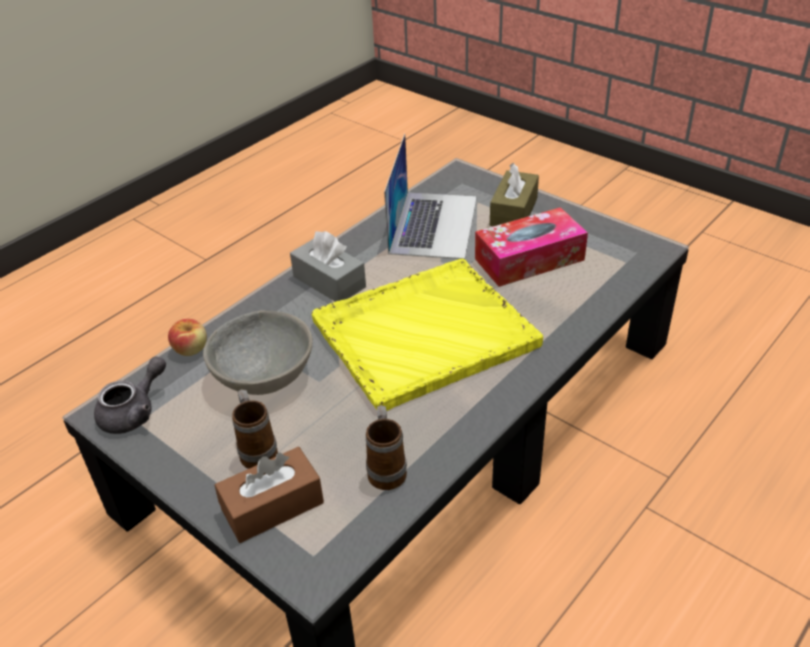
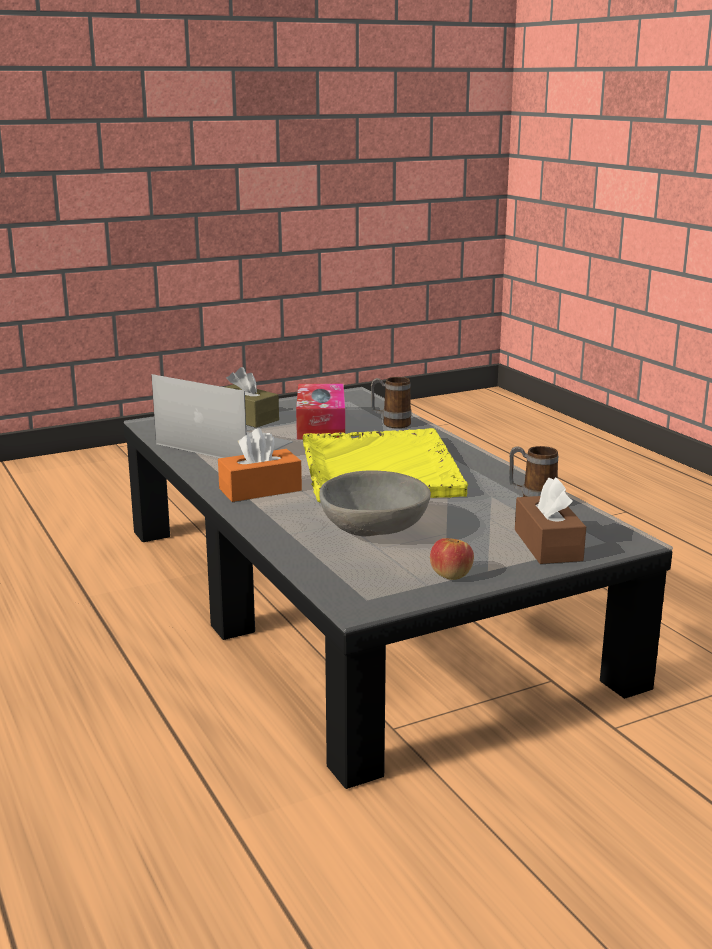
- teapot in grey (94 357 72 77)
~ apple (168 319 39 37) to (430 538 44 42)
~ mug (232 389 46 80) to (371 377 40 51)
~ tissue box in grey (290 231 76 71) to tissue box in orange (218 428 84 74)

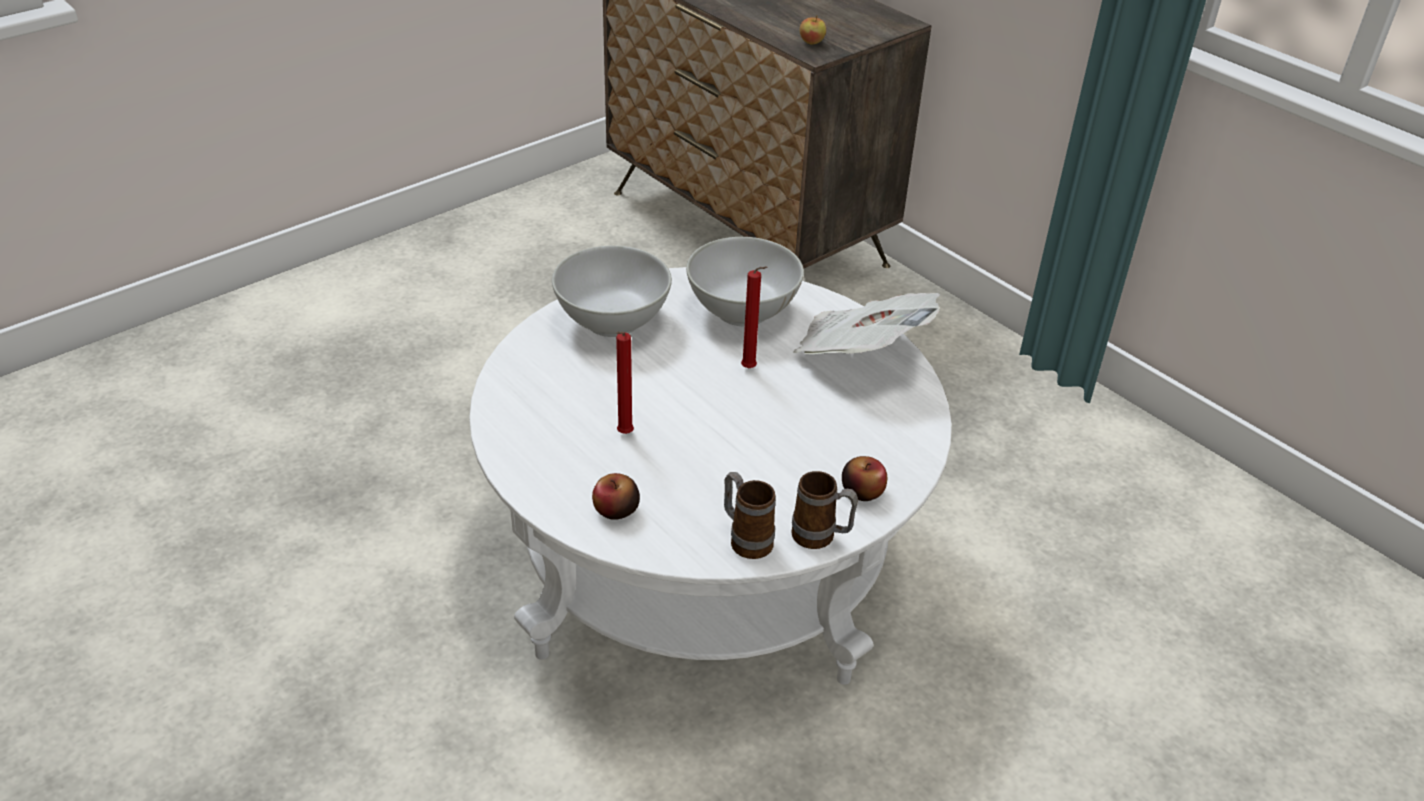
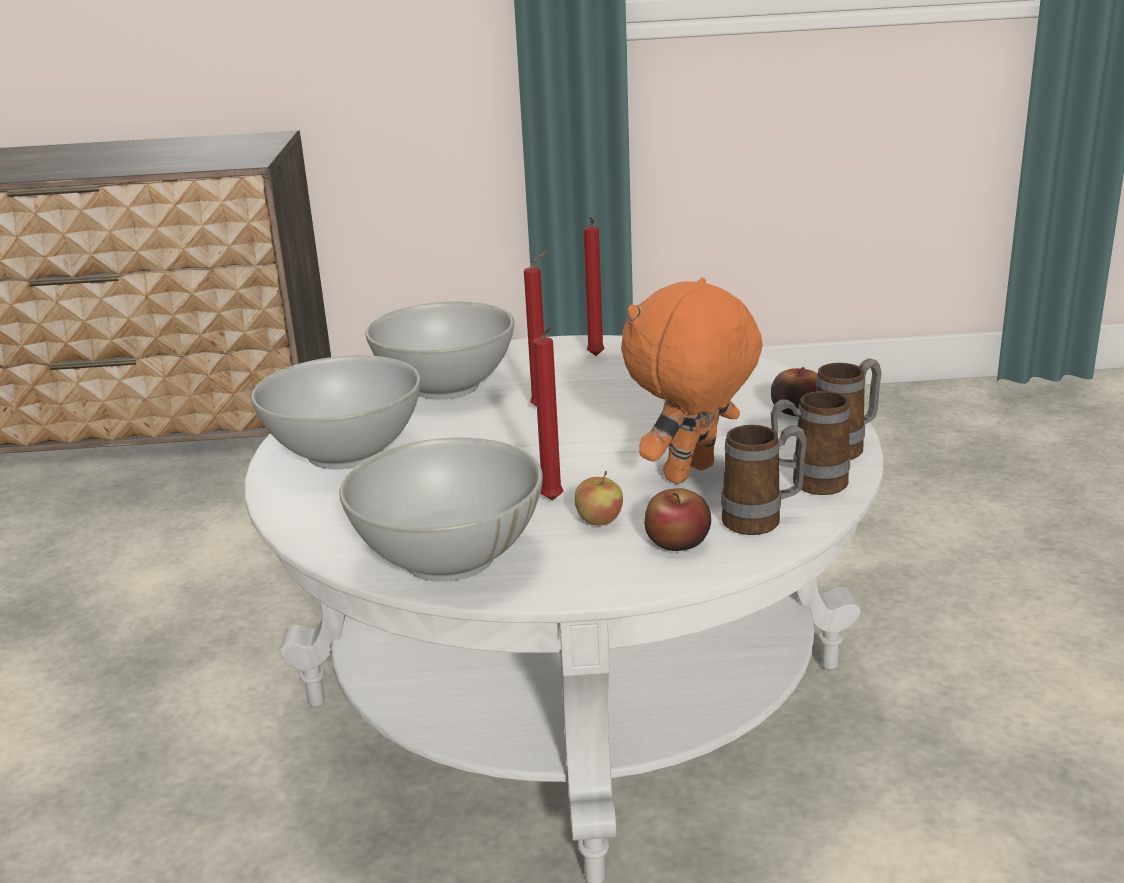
+ bowl in white (339 437 204 145)
+ plush toy in orange (621 278 142 206)
+ mug (721 425 86 110)
~ apple (800 15 26 30) to (574 471 49 54)
~ newspaper (793 293 147 61) to candle in red (583 217 22 139)

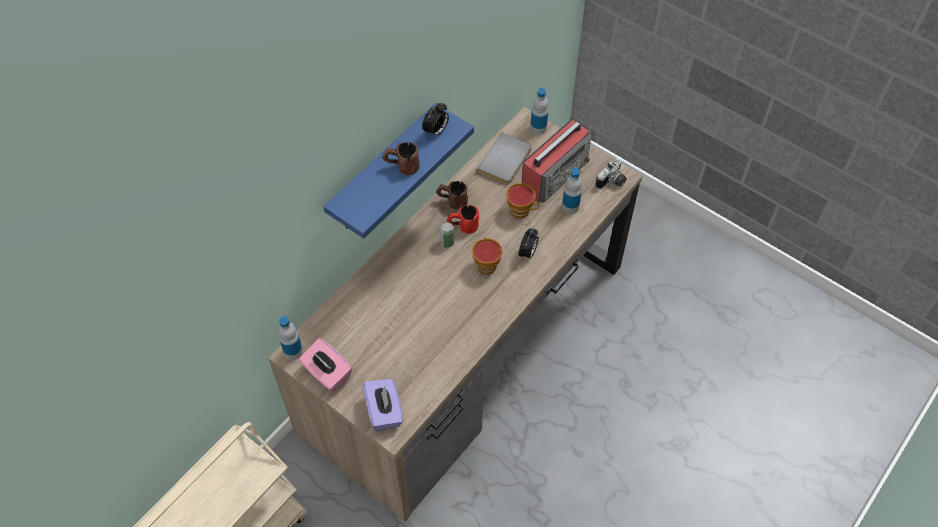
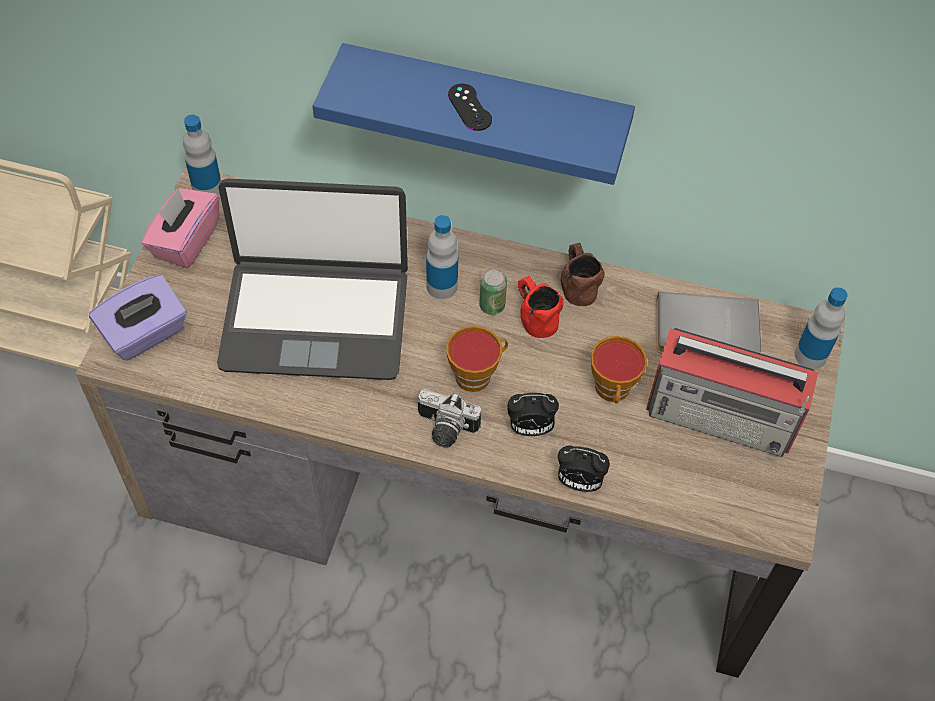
+ laptop (217 178 191 202)
~ alarm clock (422 103 27 35) to (558 445 52 47)
~ bottle (562 168 20 46) to (426 215 32 84)
~ photo camera (595 158 32 31) to (418 389 63 59)
~ mug in brown (382 142 38 33) to game controller in black (448 84 44 47)

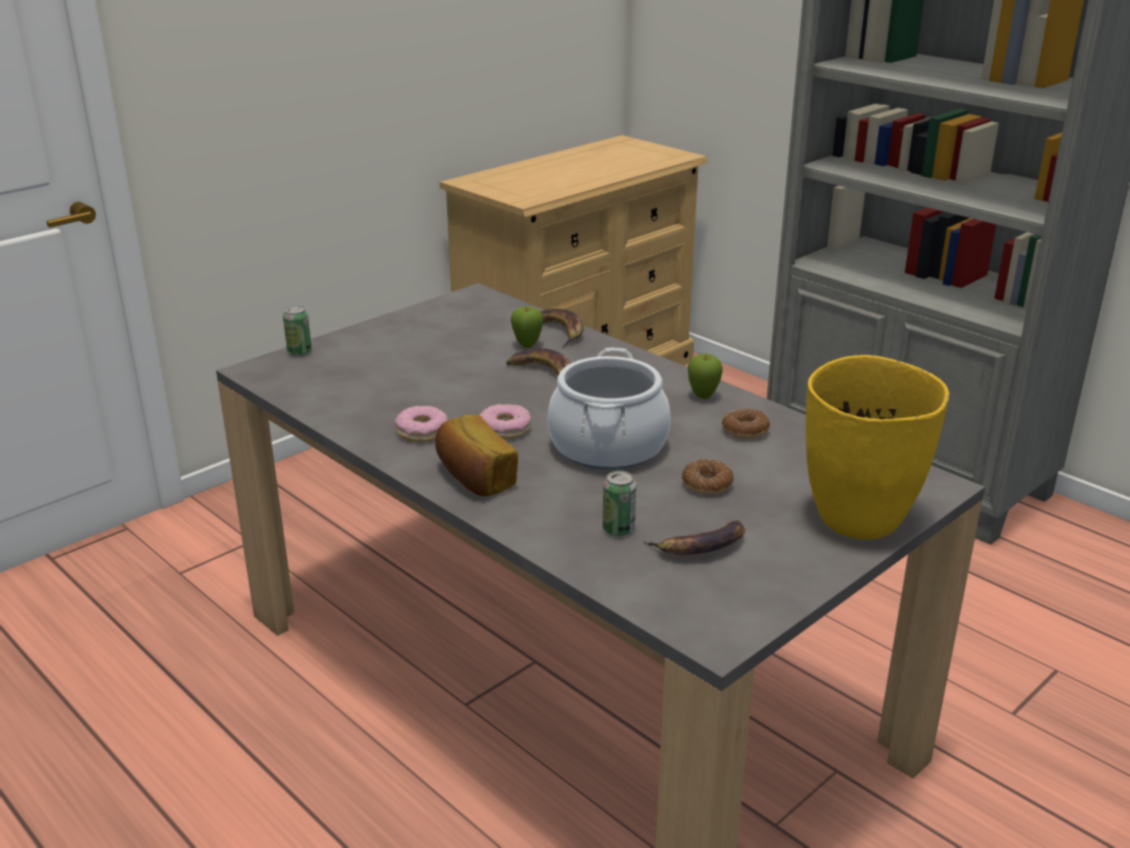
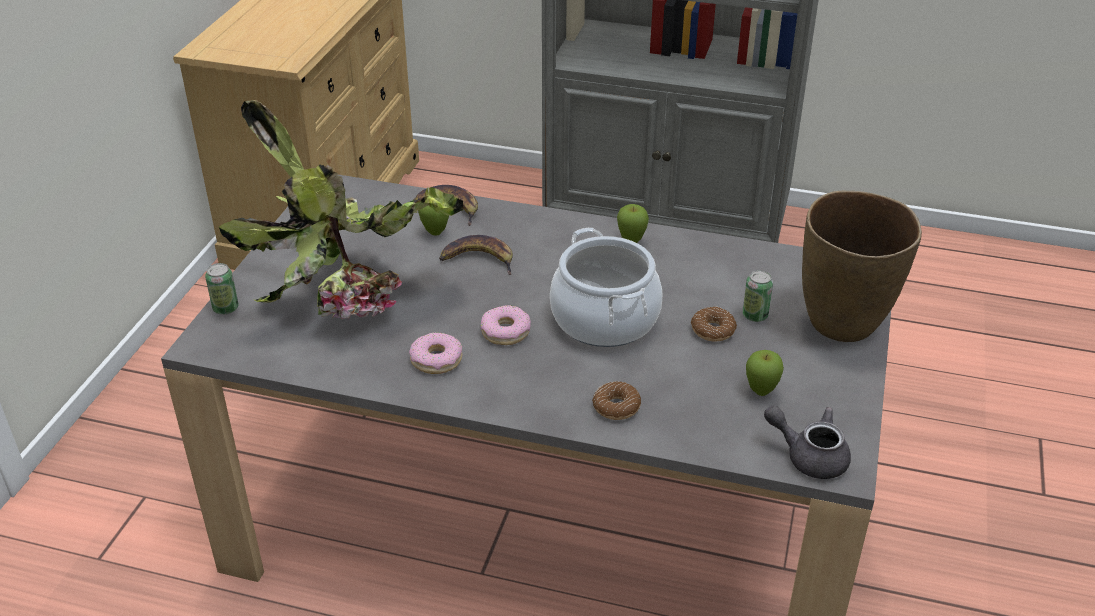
- bread (435 415 83 82)
+ potted plant (219 100 244 220)
+ teapot in grey (764 405 87 74)
~ can (603 471 33 66) to (742 270 31 52)
~ donut (722 408 48 31) to (592 381 49 39)
~ banana (643 520 102 35) to apple (746 350 38 46)
~ vase in yellow (806 355 143 185) to vase in brown (802 191 120 151)

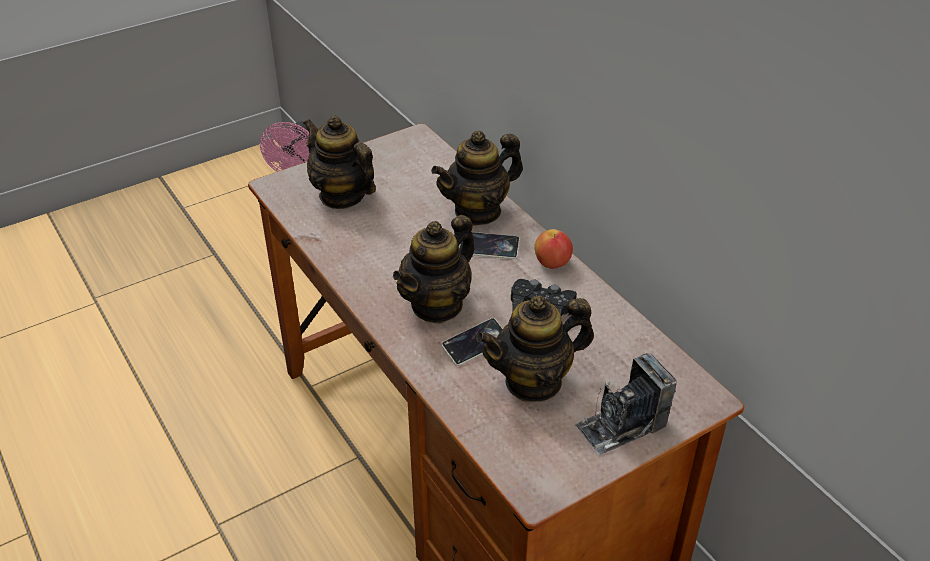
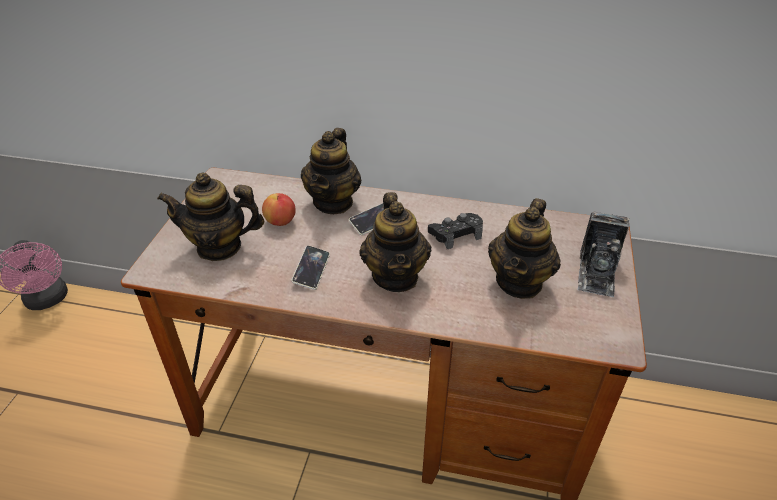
~ phone (441 318 62 48) to (291 246 39 44)
~ apple (534 229 39 40) to (262 193 34 33)

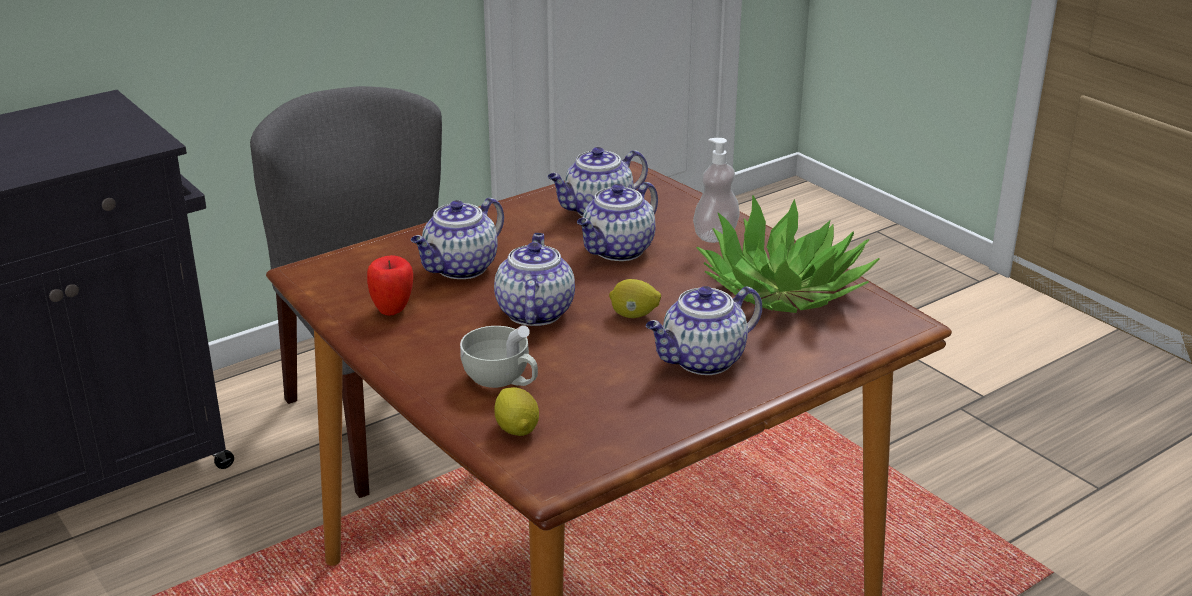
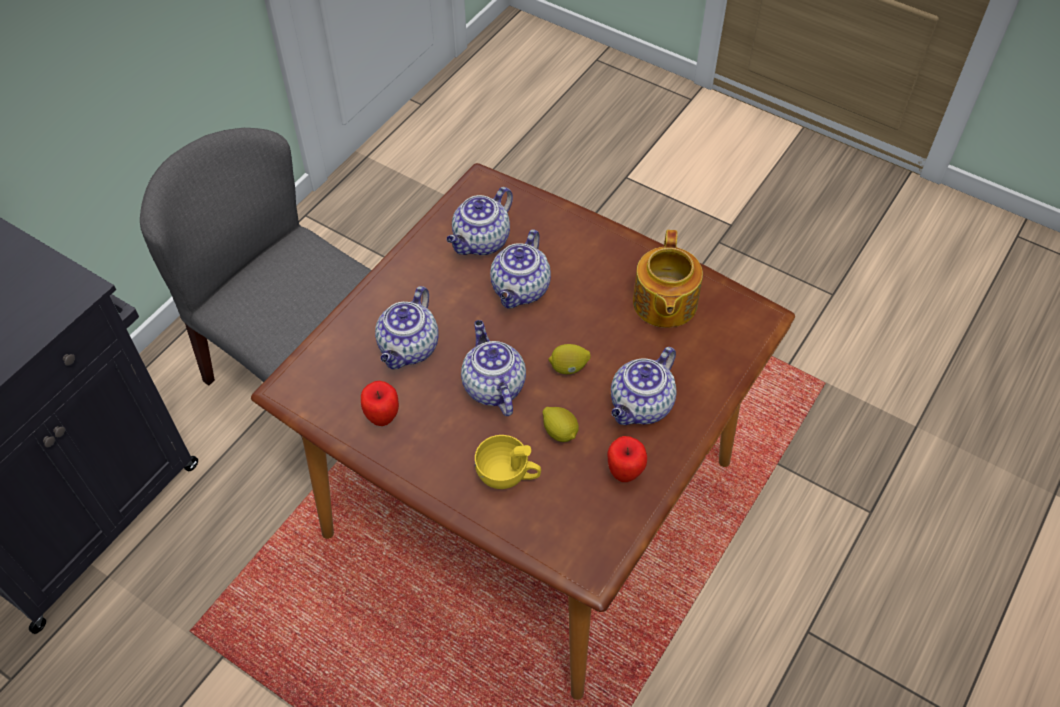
- soap dispenser (693 138 47 105)
+ apple (607 436 40 46)
~ lemon (494 387 45 49) to (543 407 36 35)
~ potted plant (696 195 184 118) to teapot (633 230 70 98)
~ cup in white (460 325 78 63) to cup in yellow (475 435 66 54)

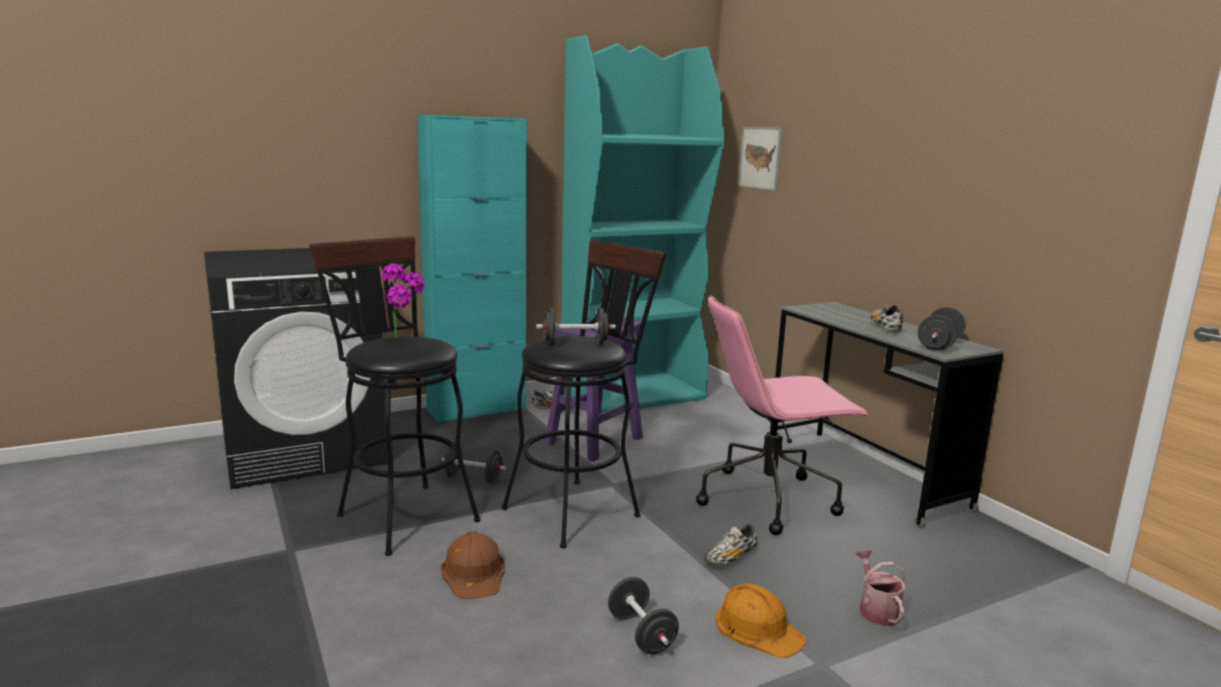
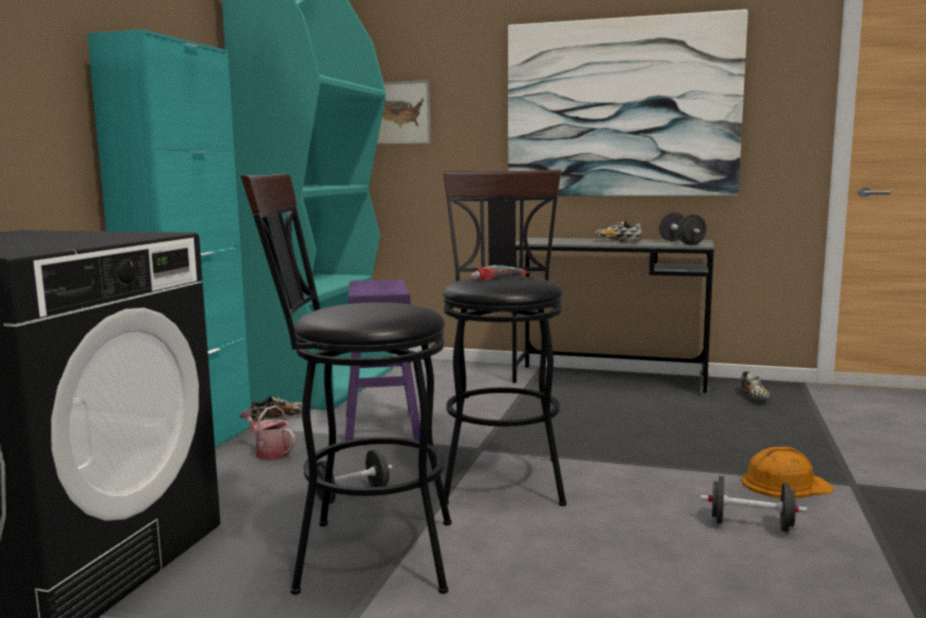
- potted plant (381 263 44 75)
- hard hat in brown (441 531 64 68)
- office chair in pink (696 295 173 240)
+ picture (508 9 240 187)
~ shoe (704 524 54 40) to (741 371 29 29)
~ watering can (856 550 50 76) to (239 405 56 55)
~ dumbbell in black (536 308 80 37) to power drill (471 265 73 15)

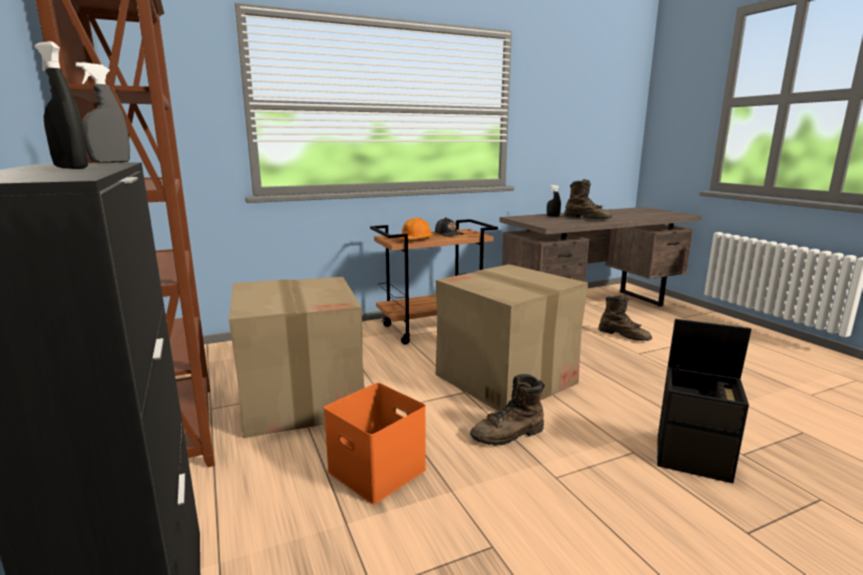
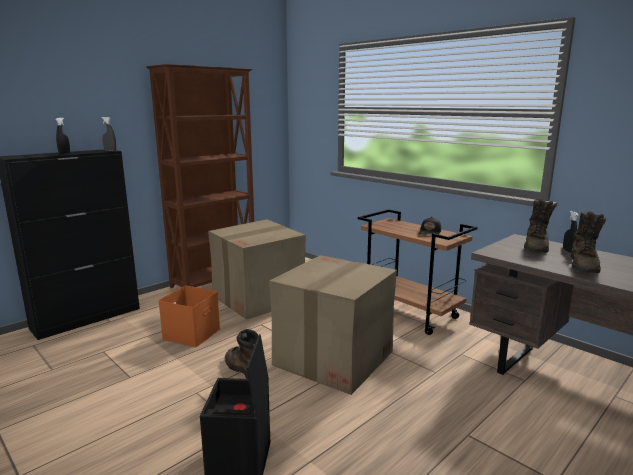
- hard hat in orange (398 218 35 21)
~ boot in brown (598 294 54 47) to (524 199 31 54)

